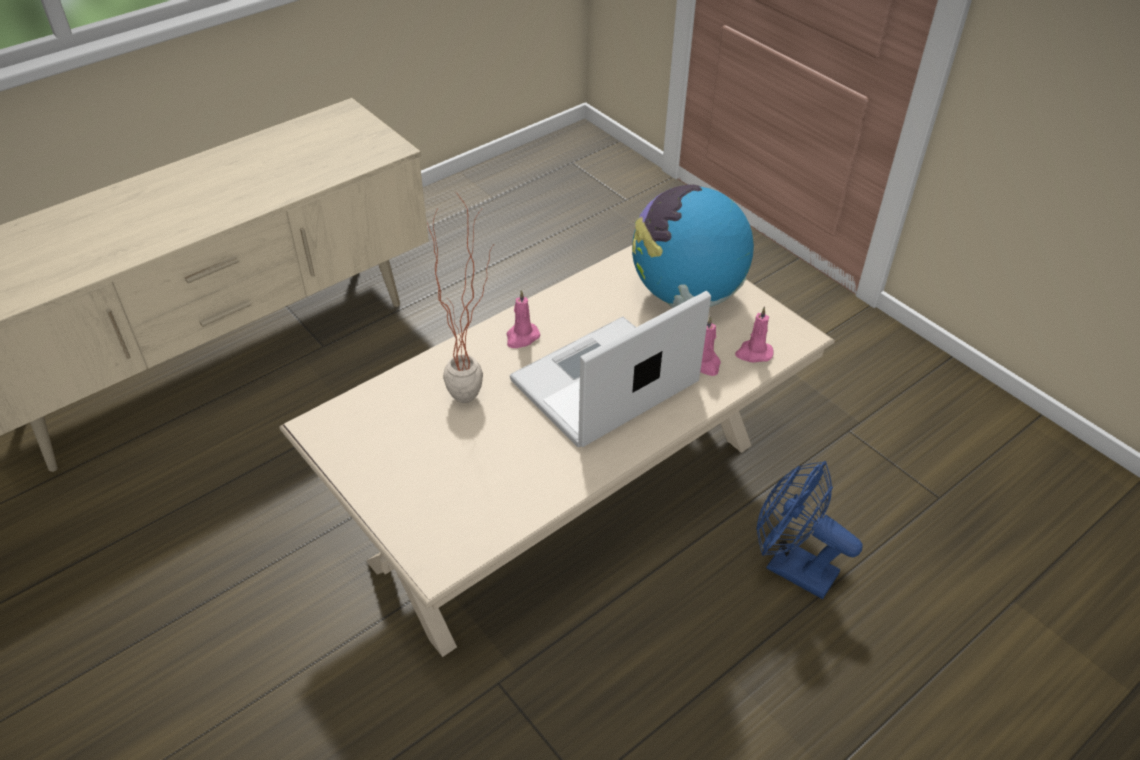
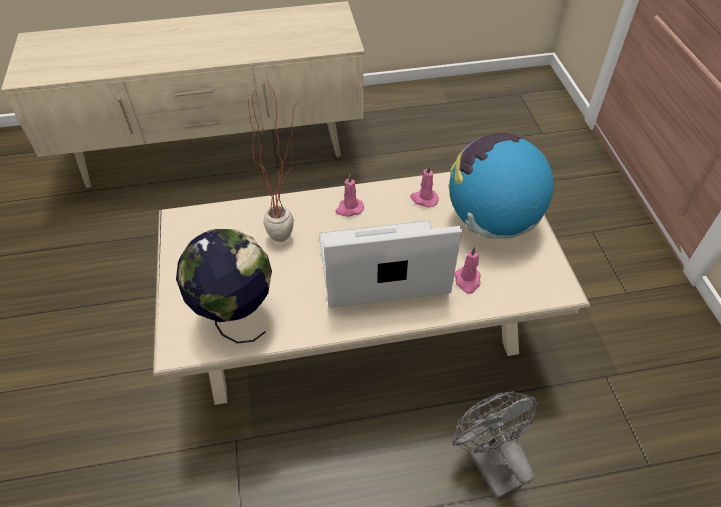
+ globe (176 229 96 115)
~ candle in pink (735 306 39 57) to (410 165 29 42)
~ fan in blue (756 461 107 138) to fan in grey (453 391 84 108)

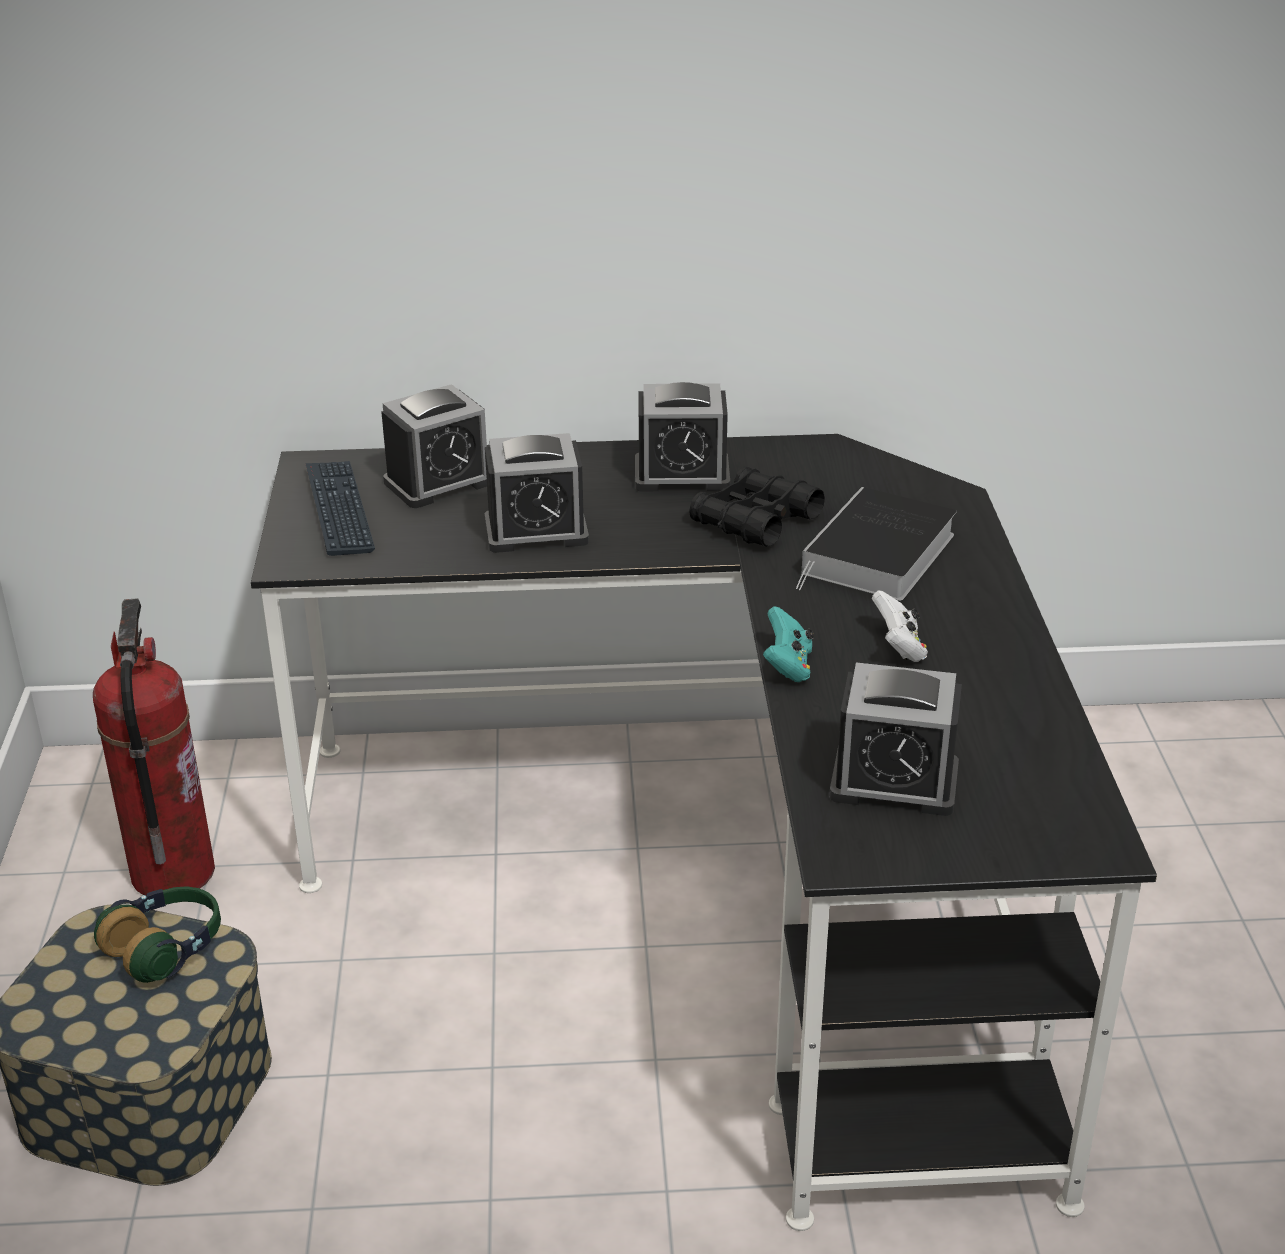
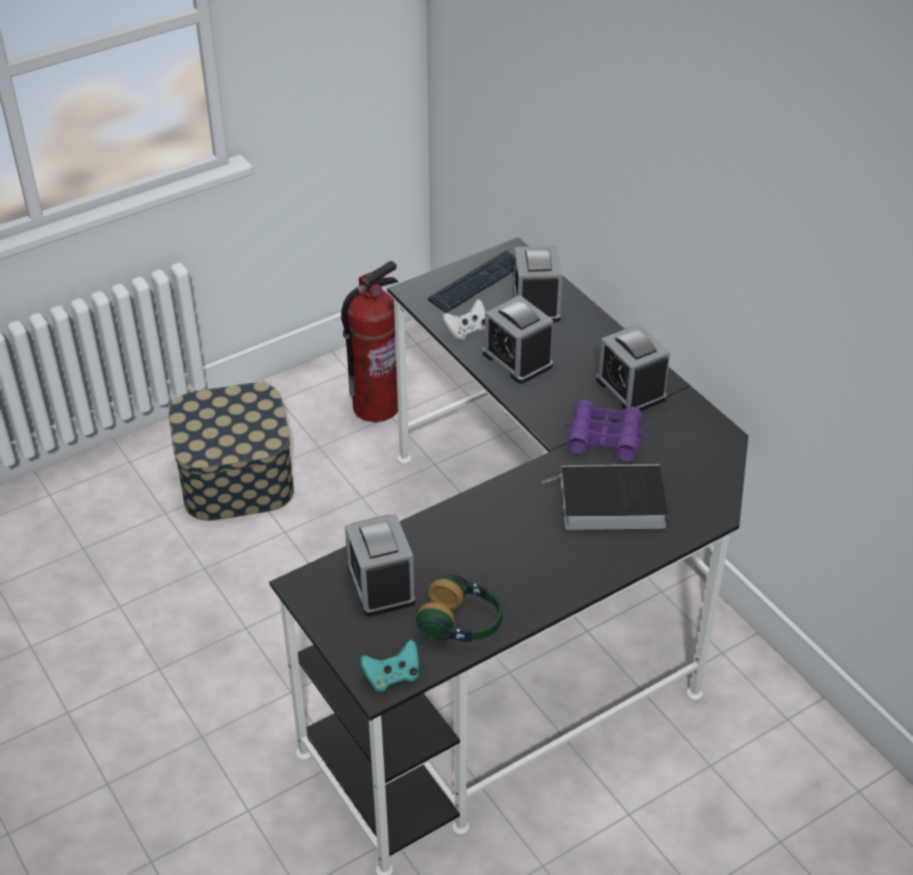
~ headphones (94 886 127 97) to (416 574 87 68)
~ game controller in turquoise (763 606 51 76) to (360 639 59 52)
~ game controller in white (872 590 56 72) to (442 299 44 41)
~ binoculars in black (689 467 136 80) to binoculars in purple (567 400 78 61)
~ alarm clock (381 384 106 124) = (513 246 50 76) 60 degrees clockwise

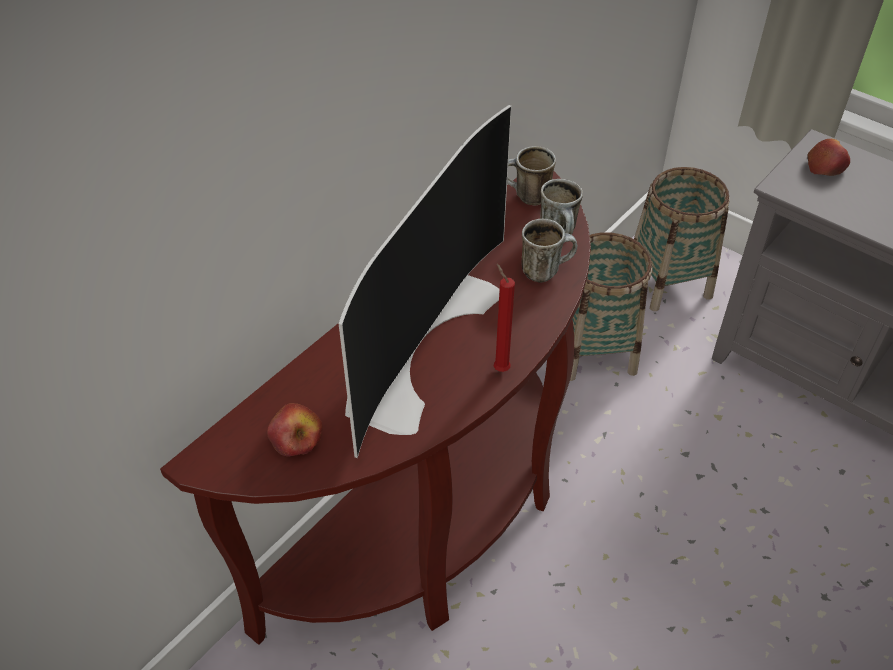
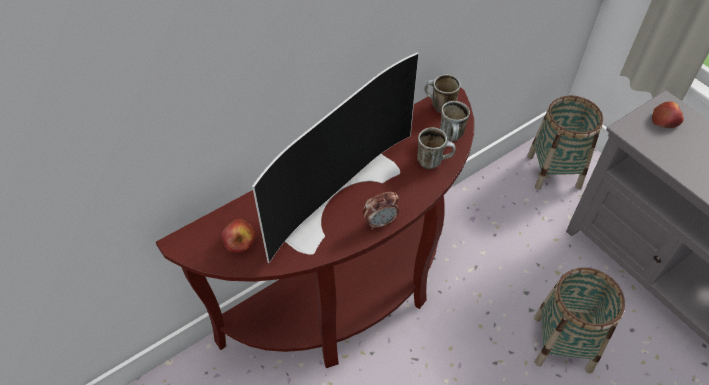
~ basket (570 232 83 149) to (534 268 91 106)
~ candle in red (494 264 21 108) to alarm clock (363 192 36 38)

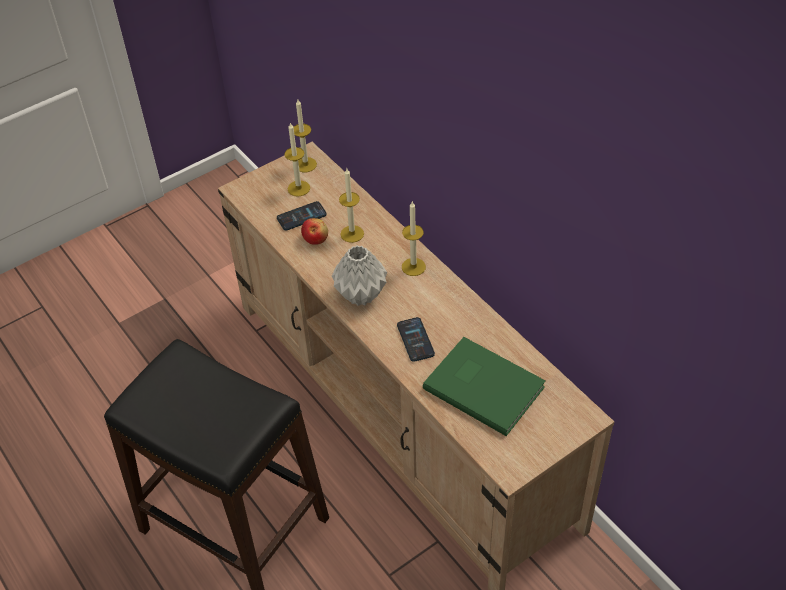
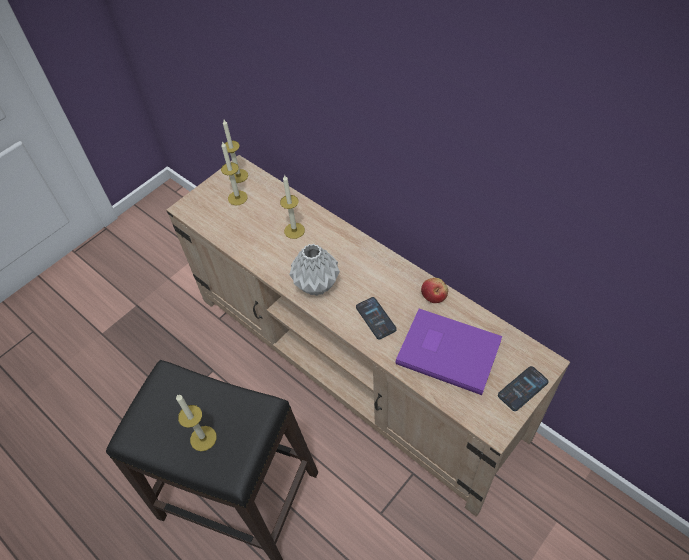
~ phone (277 201 50 29) to (498 366 51 45)
~ apple (301 218 27 27) to (421 278 27 25)
~ candle (402 202 24 74) to (176 395 41 56)
~ book in green (423 337 123 99) to book in purple (395 309 107 86)

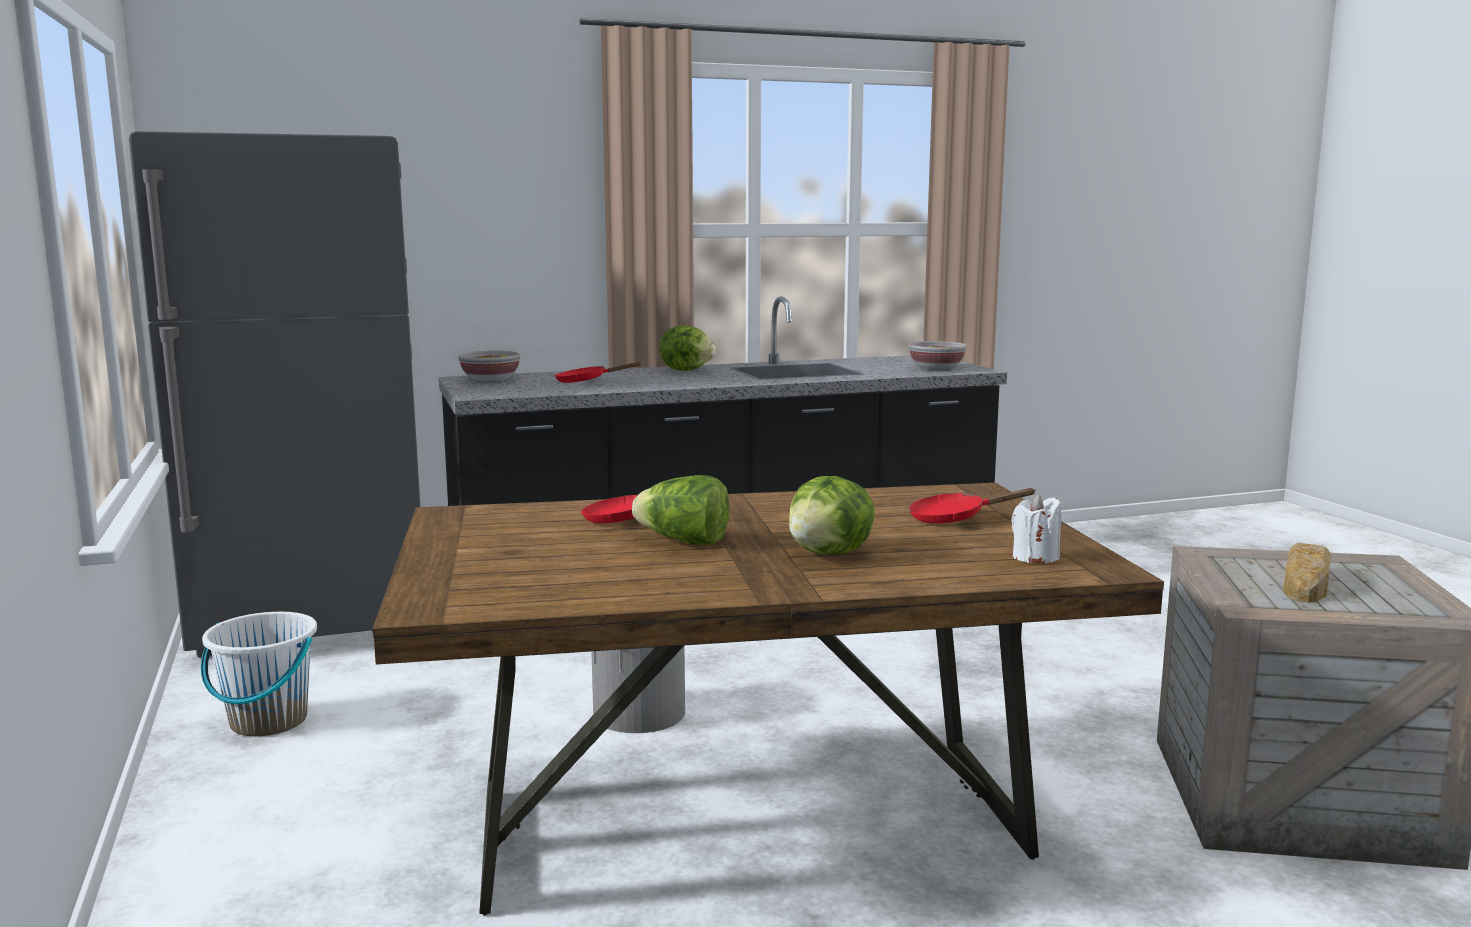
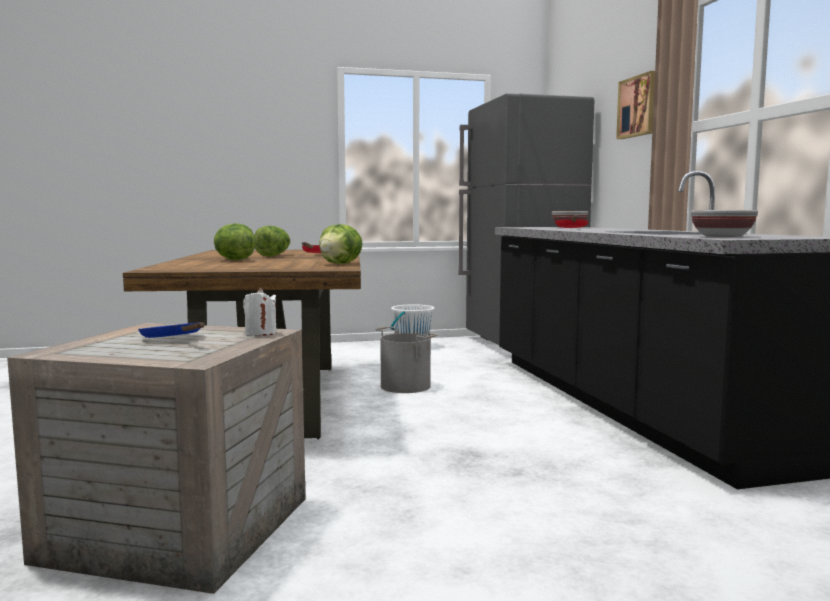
- frying pan in red (909 488 127 36)
+ picture (616 71 39 68)
~ lettuce (659 325 57 46) to (319 224 44 40)
~ candle in white (1011 494 50 69) to (243 288 33 48)
~ bread (1283 543 48 60) to frying pan in blue (138 322 67 16)

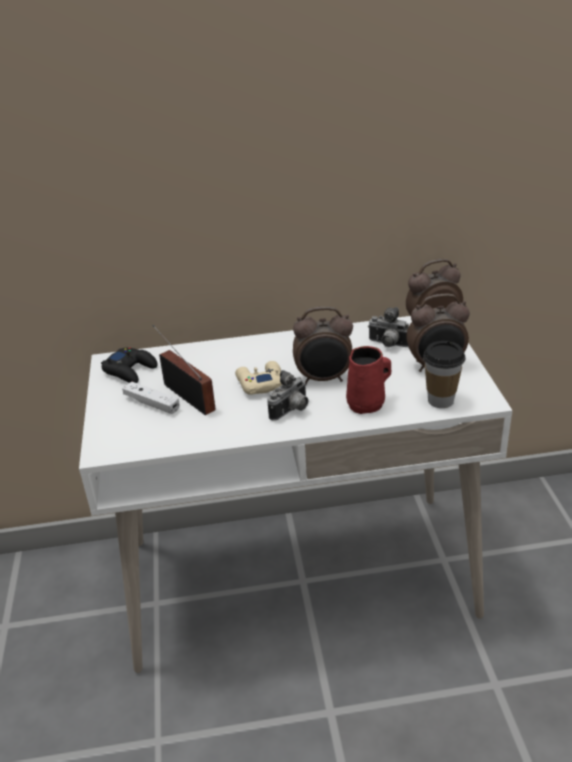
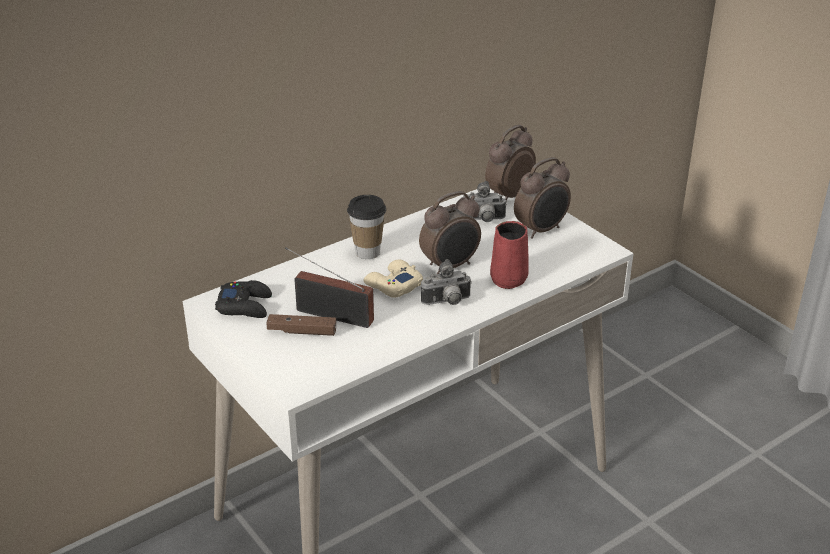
~ cup (423 341 42 67) to (347 195 39 64)
~ game controller in white (122 381 57 33) to game controller in brown (266 314 70 22)
~ photo camera (267 370 41 50) = (421 259 51 46) 60 degrees clockwise

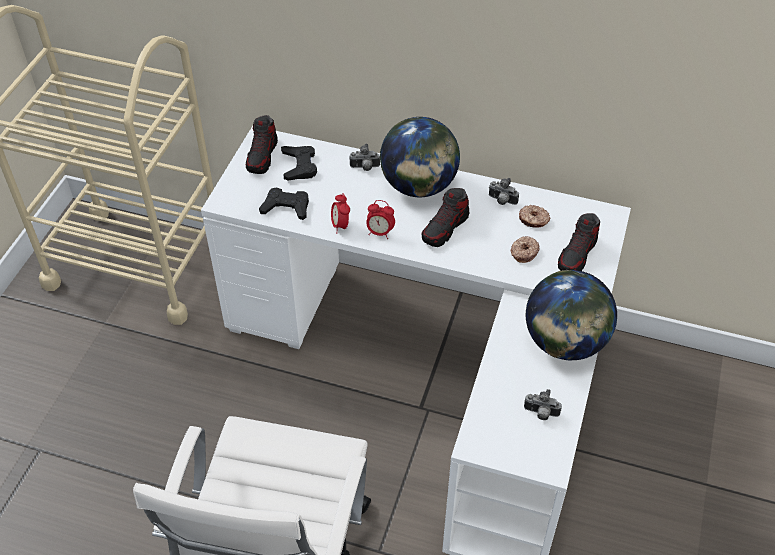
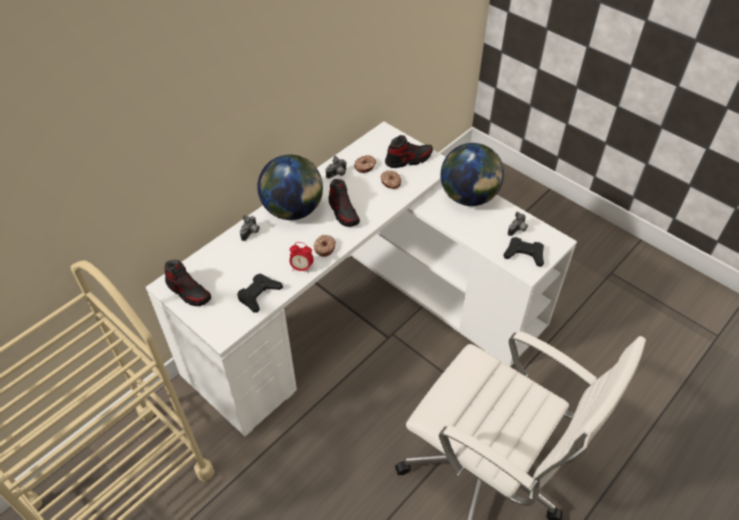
~ game controller in black (281 146 36 35) to (503 237 41 30)
~ alarm clock (366 200 29 39) to donut (314 234 22 23)
~ shoe (558 213 42 58) = (385 135 48 33) 75 degrees counterclockwise

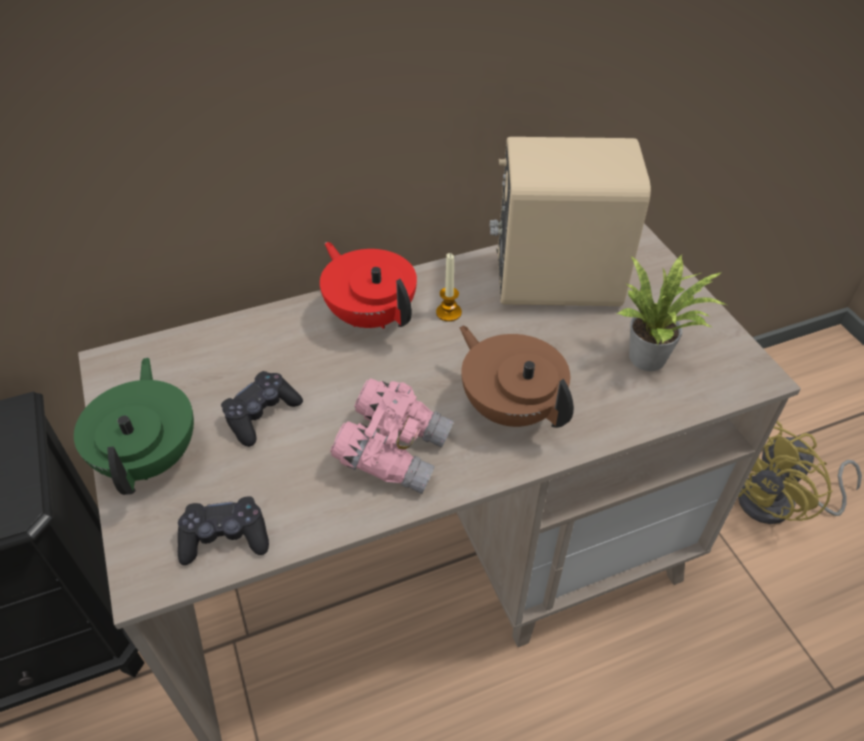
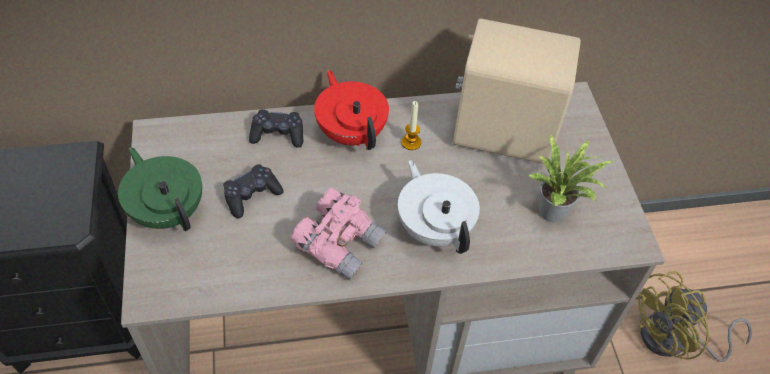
~ game controller in black (178 496 91 69) to (249 109 54 39)
~ teapot in brown (460 325 114 103) to teapot in white (398 160 82 94)
~ teapot in green (74 357 120 138) = (118 148 84 83) 45 degrees counterclockwise

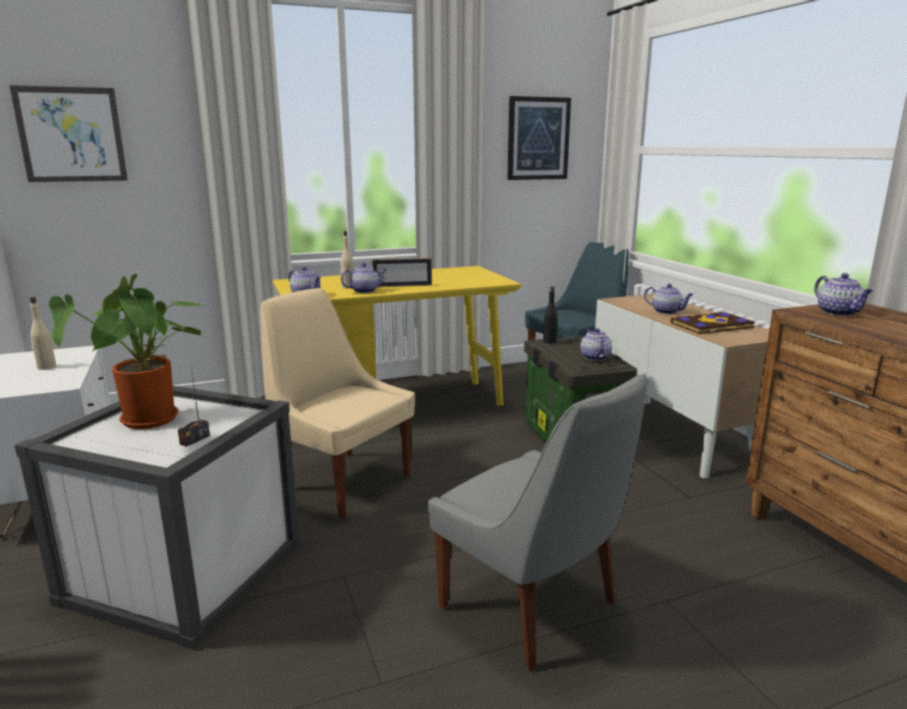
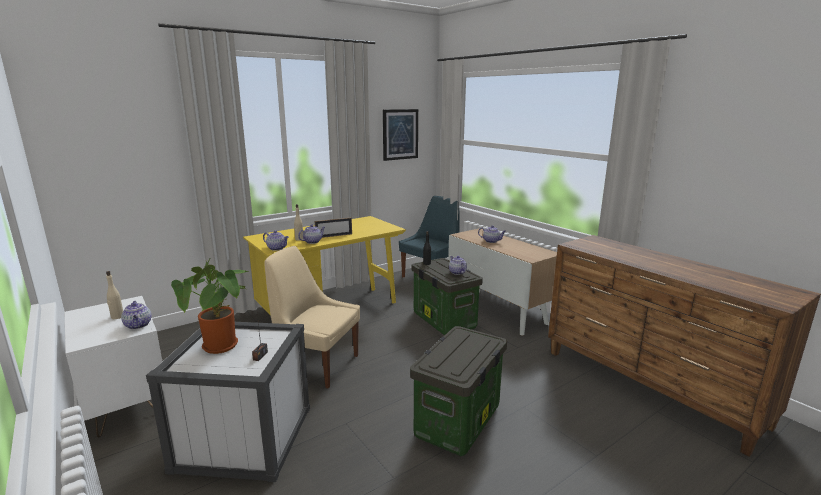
- picture (9 85 119 97)
- book (670 312 85 22)
~ teapot (814 273 59 43) to (121 301 31 28)
~ chair in grey (428 373 220 298) to storage box (410 326 97 130)

